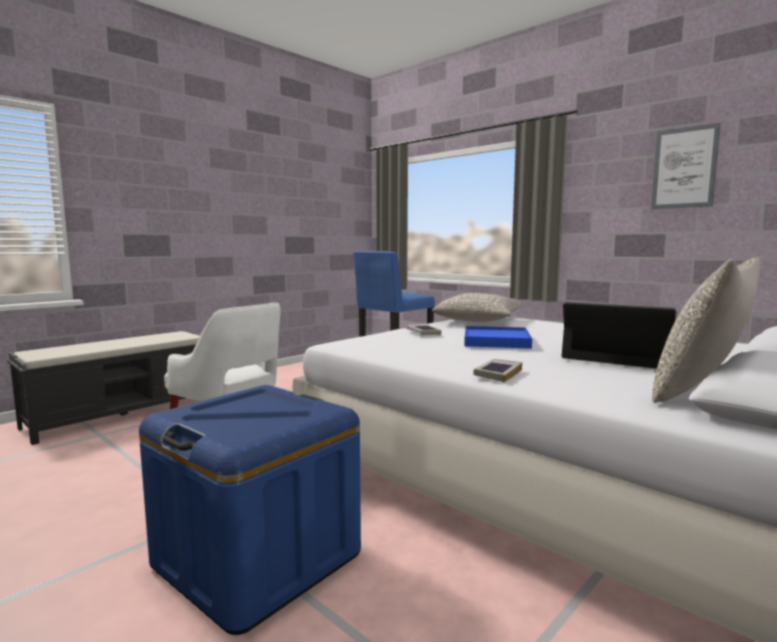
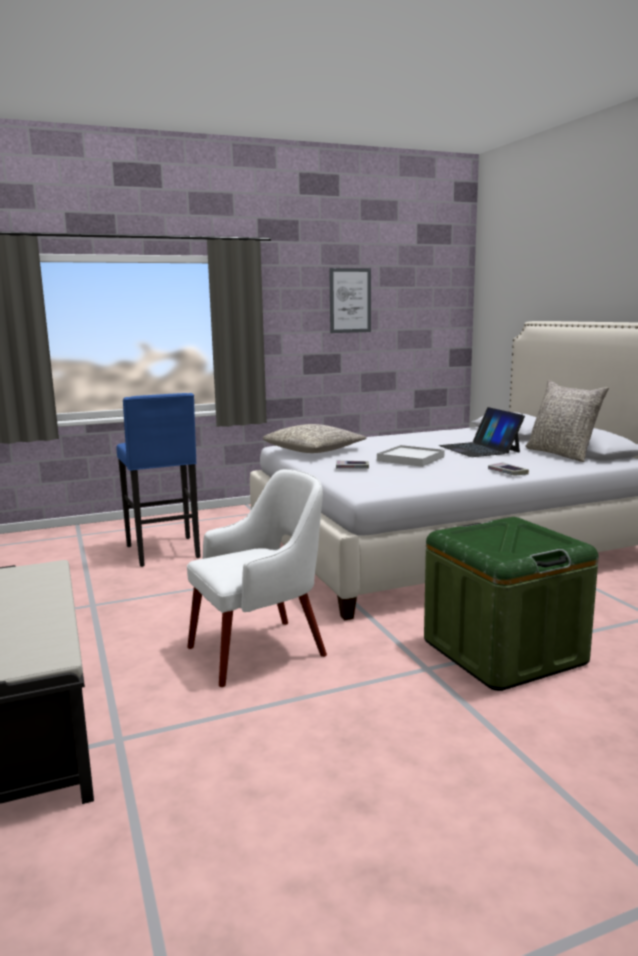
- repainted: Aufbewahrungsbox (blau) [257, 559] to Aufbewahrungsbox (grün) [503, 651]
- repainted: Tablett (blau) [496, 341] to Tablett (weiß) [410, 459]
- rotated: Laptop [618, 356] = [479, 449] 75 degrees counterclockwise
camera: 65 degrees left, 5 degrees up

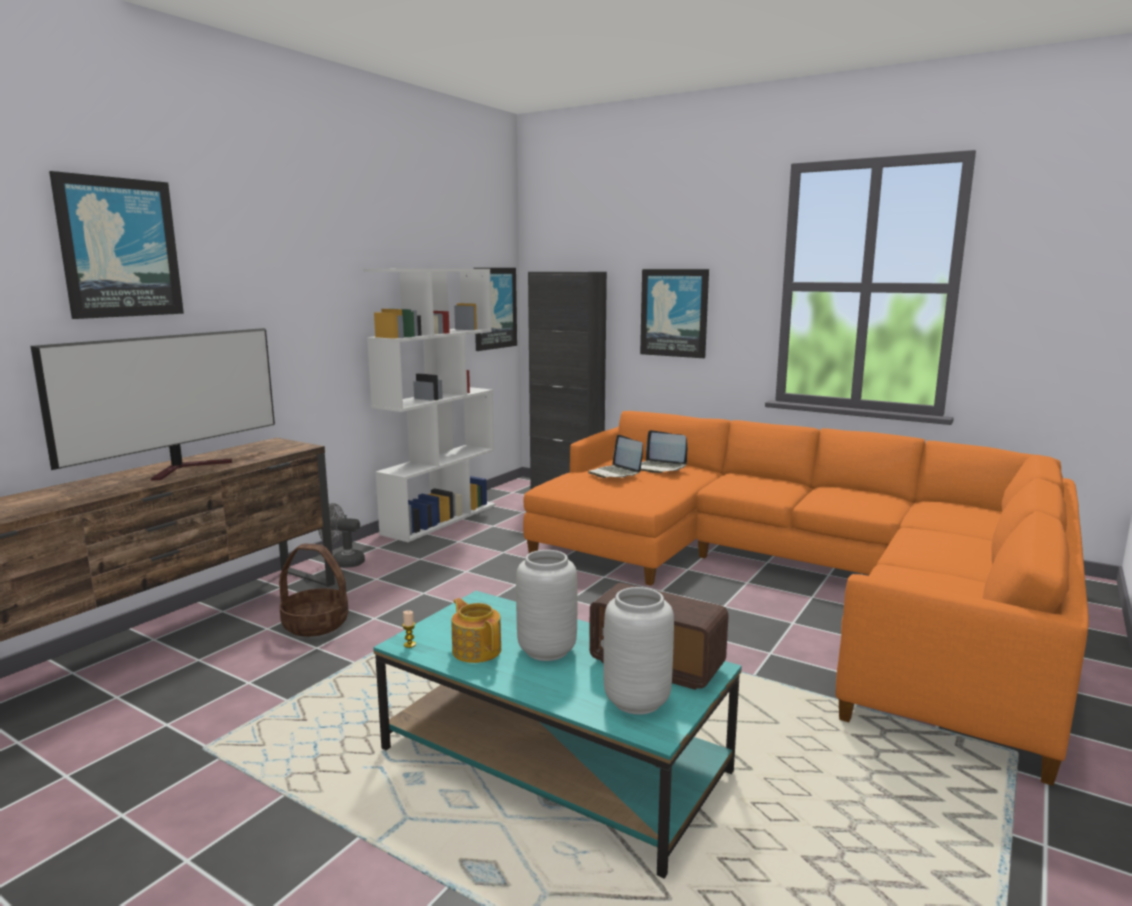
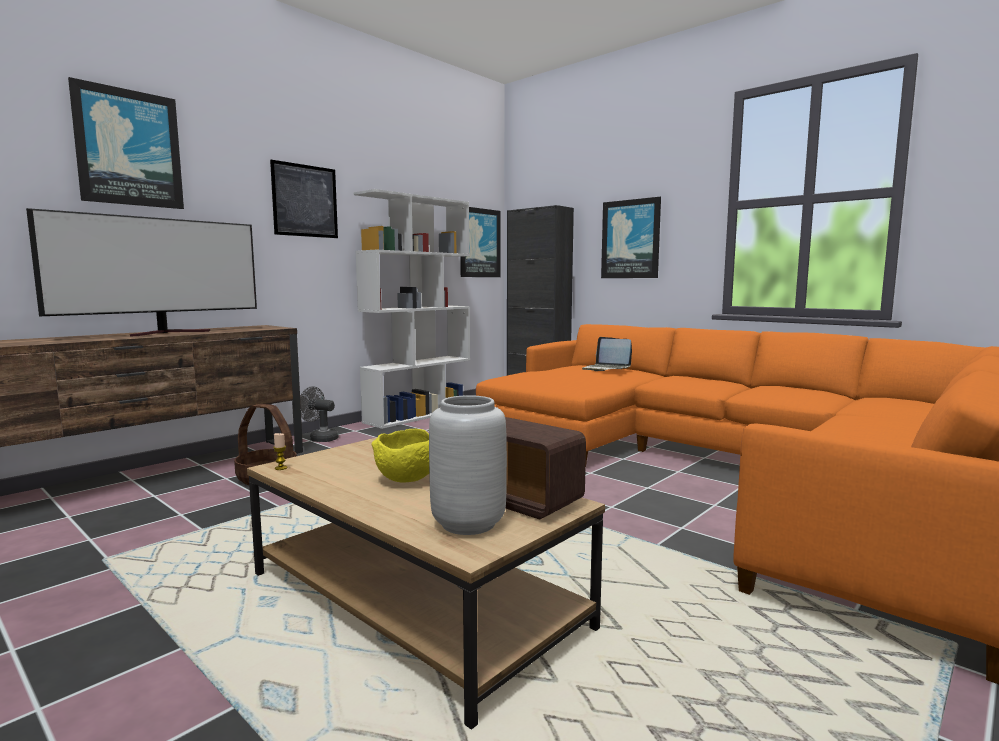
- gone: Teekanne [476, 650]
- gone: Laptop [615, 473]
- new: Bild [305, 201]
- swapped: Vase (grau) [547, 650] to Schüssel (gelb) [408, 479]
- repainted: Couchtisch (türkis) [554, 760] to Couchtisch (braun) [414, 600]
camera: 10 degrees right, 5 degrees down

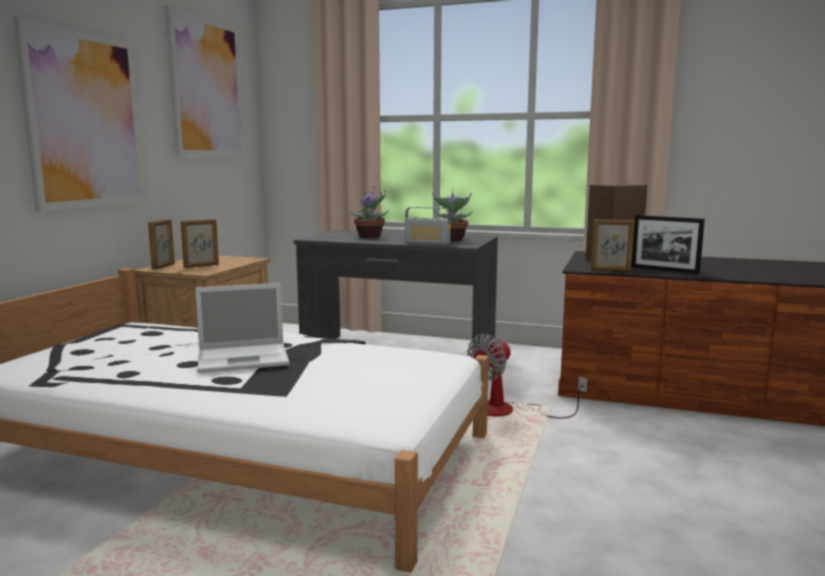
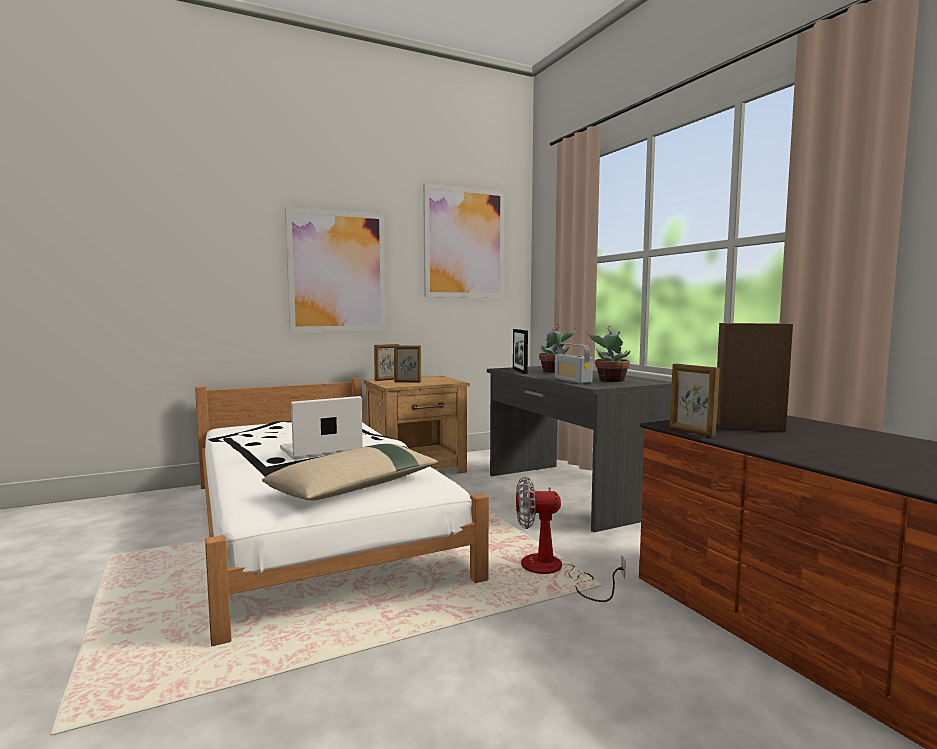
- new: Kissen (beige) [356, 487]
- shifted: Bilderrahmen [664, 270] to [519, 371]
- rotated: Laptop [245, 358] = [319, 450] 120 degrees clockwise
camera: 45 degrees right, 5 degrees down

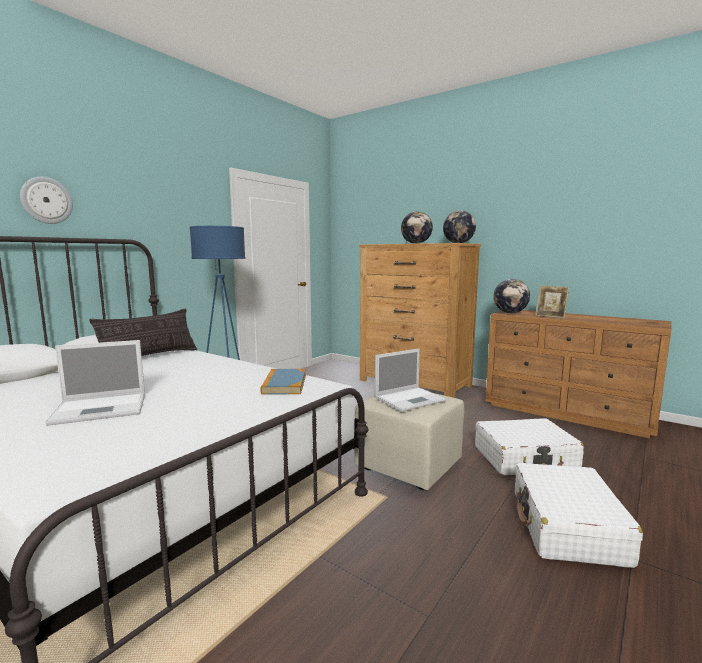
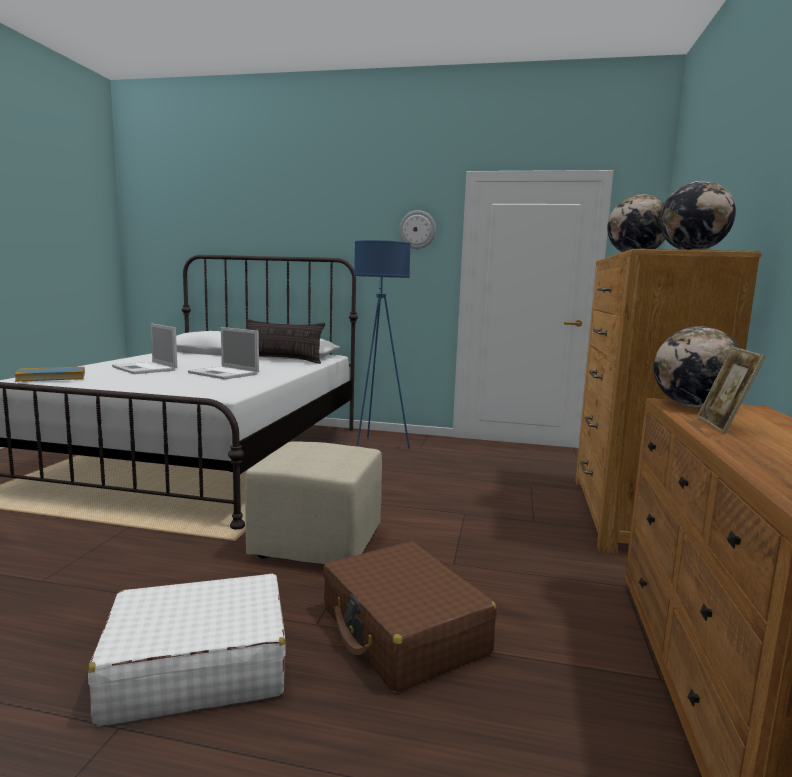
- shifted: Wanduhr [46, 200] to [417, 230]
- shifted: Buch [284, 384] to [51, 377]
- shifted: Laptop [411, 399] to [225, 373]
- repainted: Koffer (weiß) [525, 459] to Koffer (braun) [403, 631]
camera: 65 degrees right, 0 degrees up

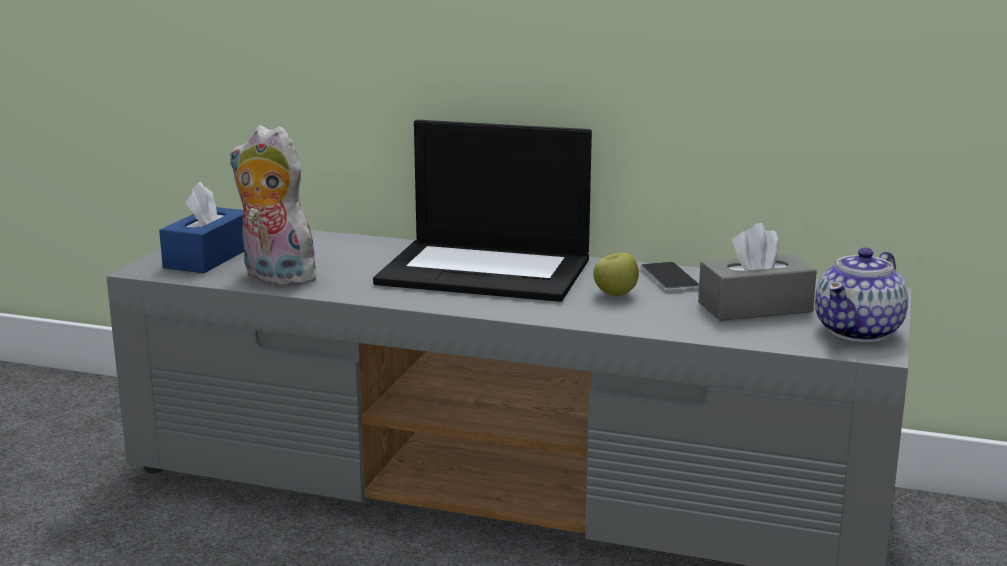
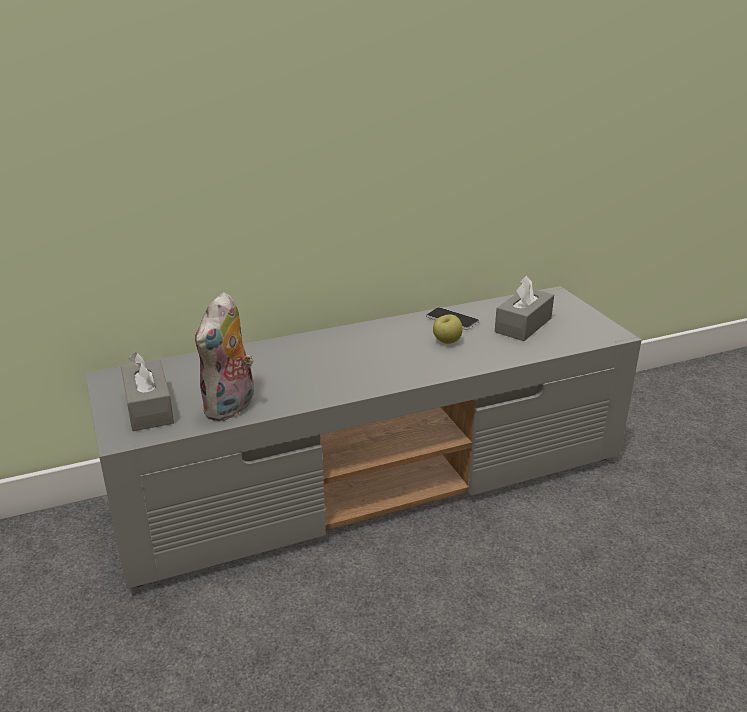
- gone: Laptop [488, 271]
- gone: Teekanne [859, 331]
- repainted: Taschentuchbox (blau) [208, 257] to Taschentuchbox (grau) [149, 408]
- rotated: Plüschtier [274, 278] = [231, 408] 60 degrees counterclockwise
camera: 40 degrees left, 10 degrees up

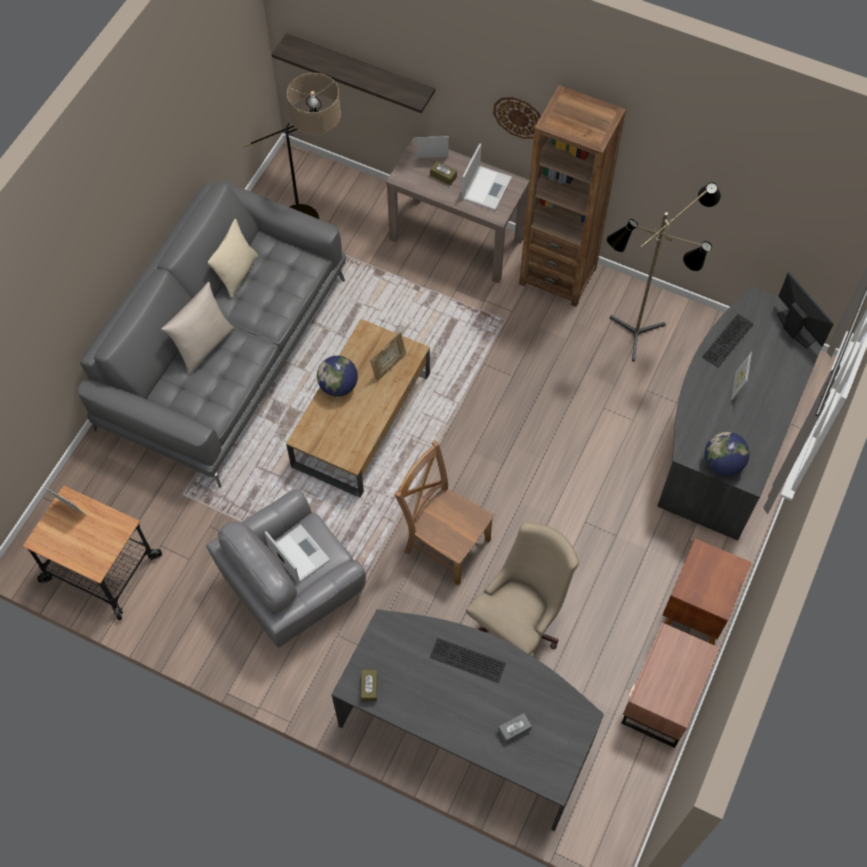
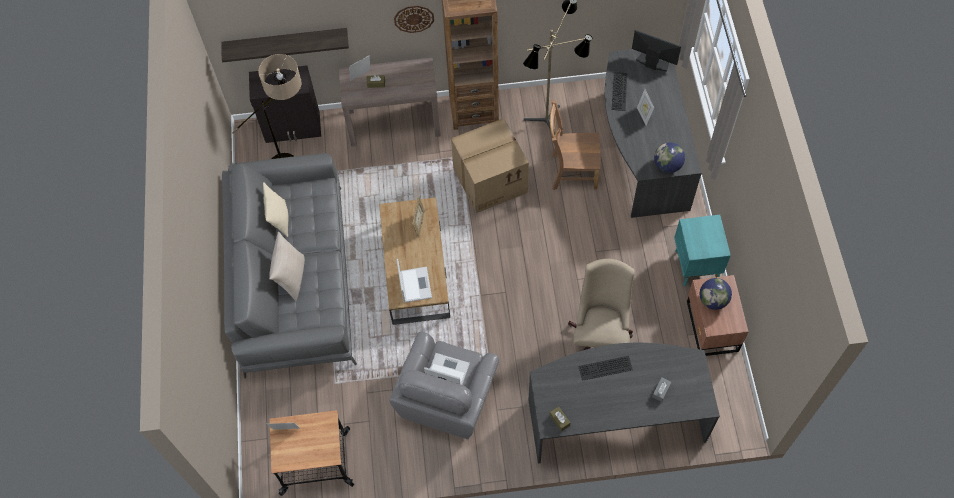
- new: Schrank (schwarz) [293, 128]
- new: Karton [490, 179]
- shifted: Globus [338, 386] to [713, 300]
- shifted: Stuhl (braun) [444, 543] to [571, 171]
- shifted: Laptop [486, 187] to [414, 284]
- repainted: Nachttisch (braun) [696, 612] to Nachttisch (türkis) [696, 266]
camera: 30 degrees left, 0 degrees up

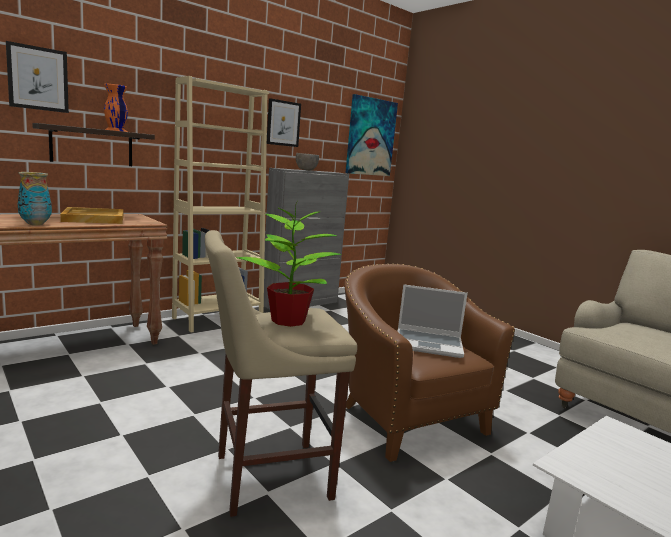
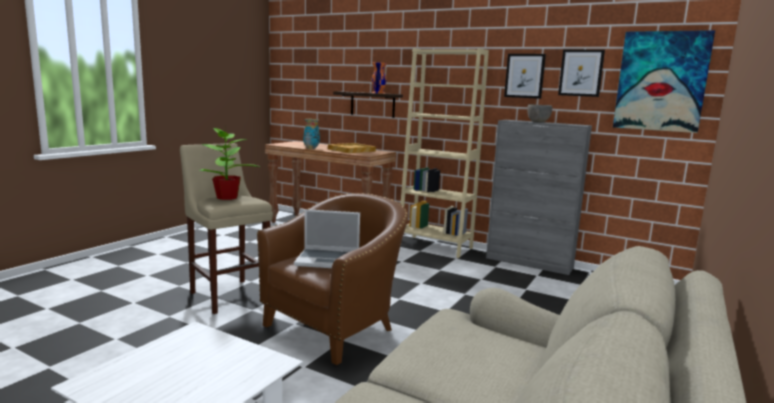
- shifted: Bild [38, 78] to [581, 73]
- rotated: Laptop [429, 344] = [328, 260] 75 degrees counterclockwise
camera: 70 degrees right, 0 degrees up

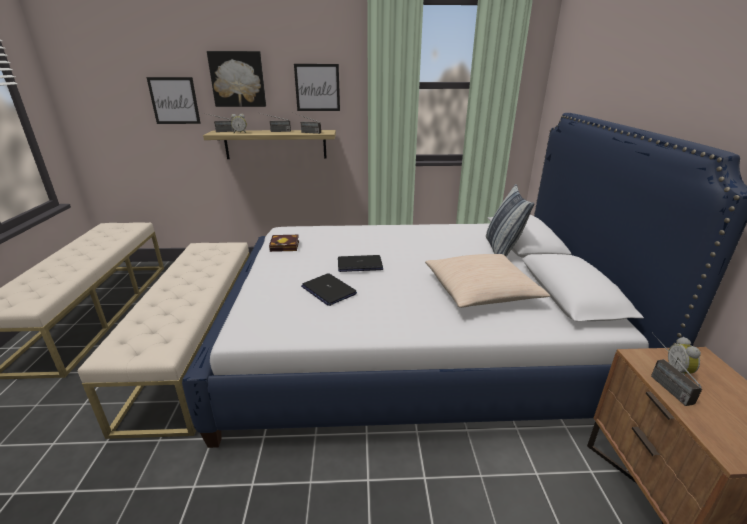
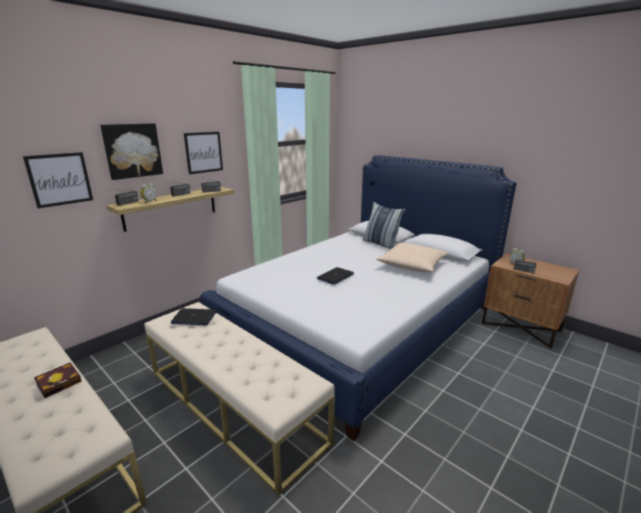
- shifted: Buch [286, 246] to [61, 382]
- shifted: Laptop [328, 290] to [193, 318]
camera: 45 degrees left, 5 degrees down

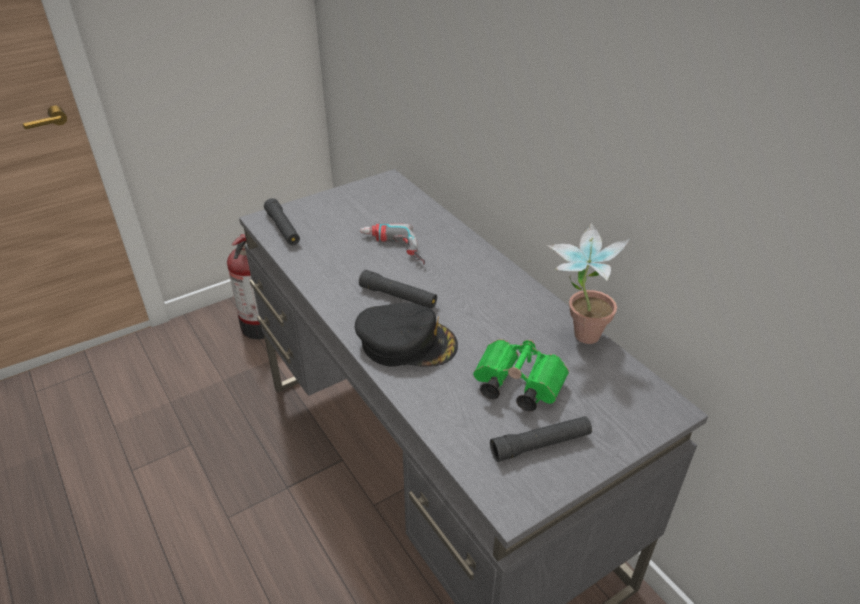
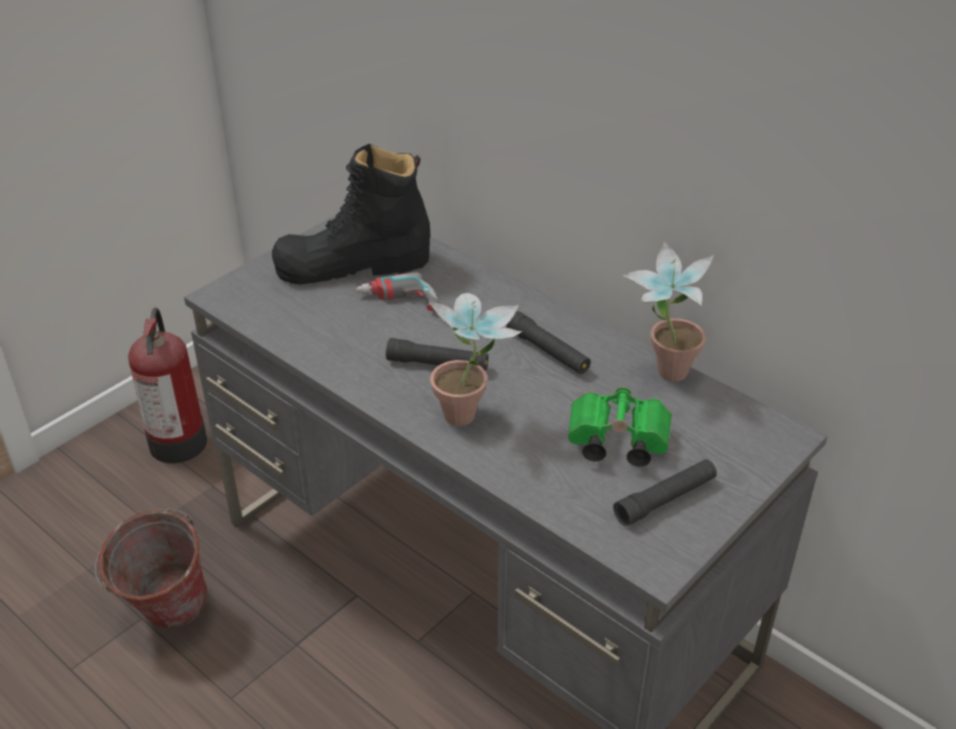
- new: Eimer [165, 616]
- new: Stiefel (schwarz) [353, 265]
- shifted: Taschenlampe (schwarz) [283, 228] to [548, 351]
- swapped: Kappe (schwarz) [406, 342] to Topfpflanze [471, 416]
camera: 15 degrees left, 0 degrees up

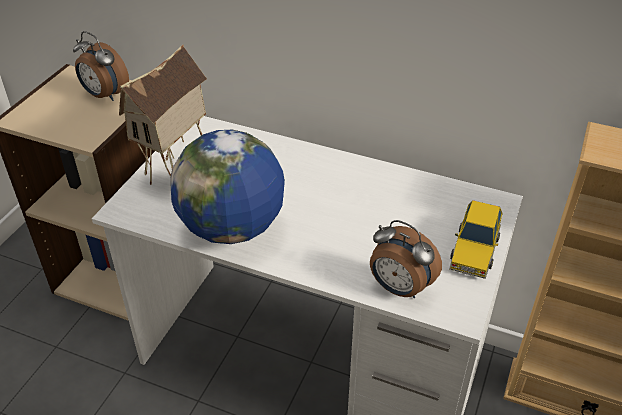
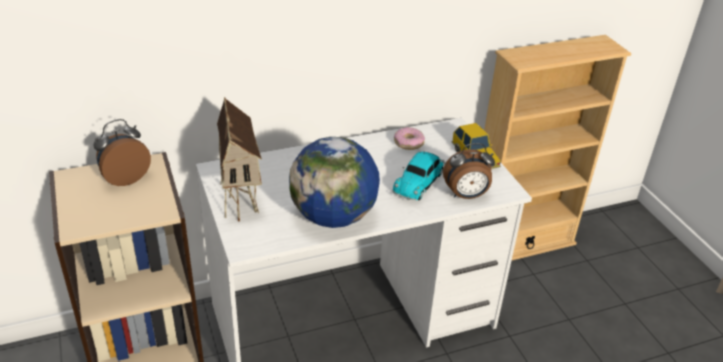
- new: Spielzeugauto [419, 181]
- new: Donut [408, 142]
- rotated: Wecker [104, 95] = [125, 178] 150 degrees clockwise
camera: 45 degrees left, 5 degrees down

